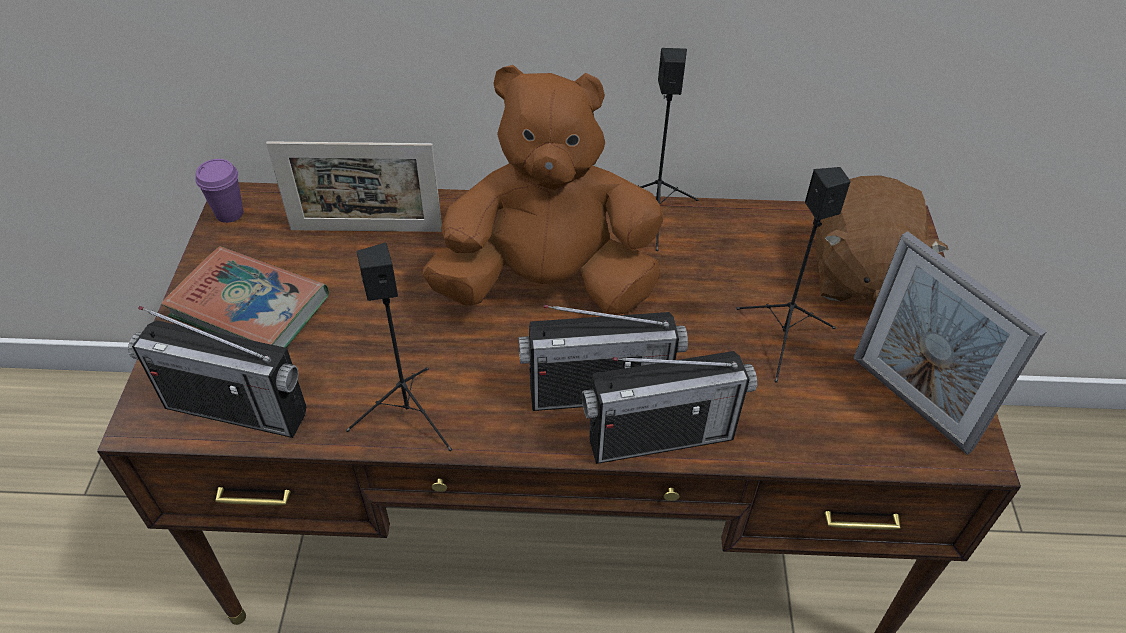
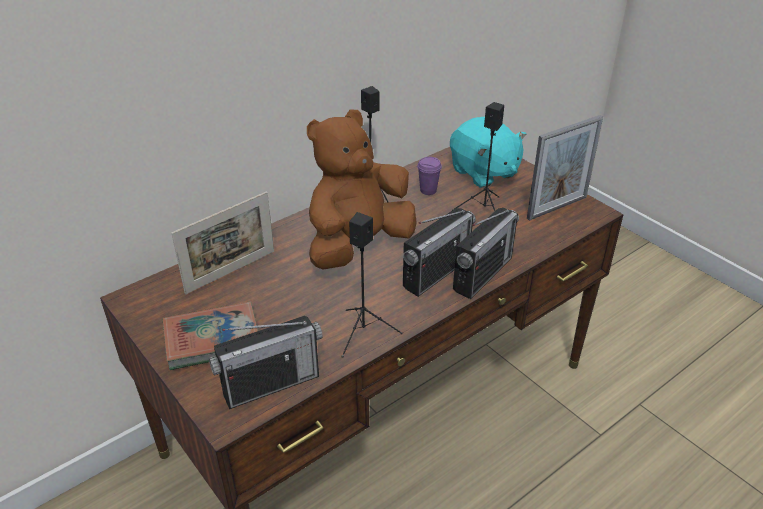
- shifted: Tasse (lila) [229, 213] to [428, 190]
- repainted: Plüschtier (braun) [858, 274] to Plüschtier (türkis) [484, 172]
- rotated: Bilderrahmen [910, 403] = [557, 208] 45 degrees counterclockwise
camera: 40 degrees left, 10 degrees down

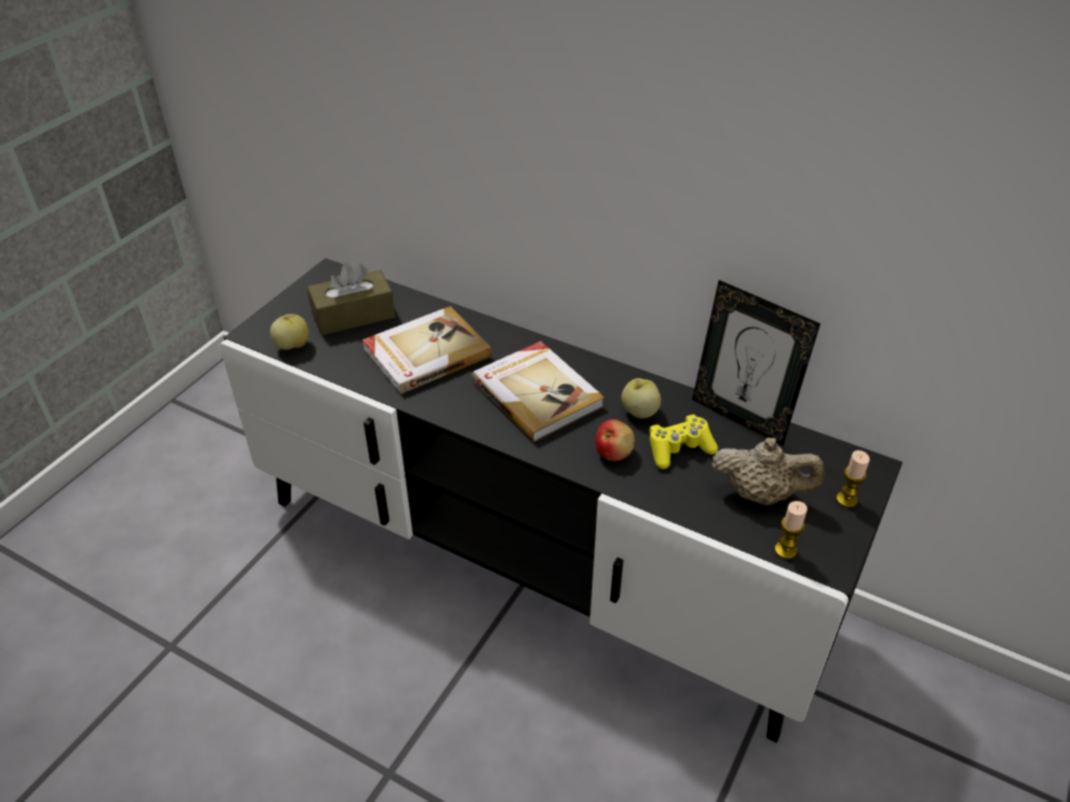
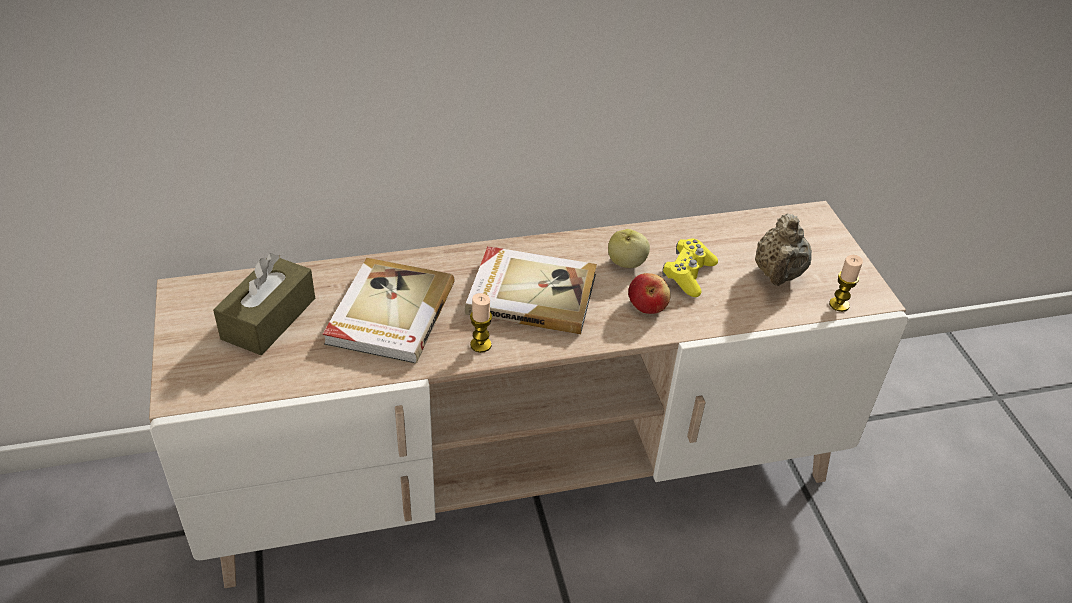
- gone: Apfel [292, 345]
- gone: Bilderrahmen [740, 417]
- shifted: Kerze [846, 499] to [480, 345]
- repainted: Fernsehschrank (schwarz) [535, 560] to Fernsehschrank (beige) [526, 471]
- rotated: Teekanne (beige) [761, 494] = [778, 275] 135 degrees clockwise
camera: 45 degrees left, 0 degrees up

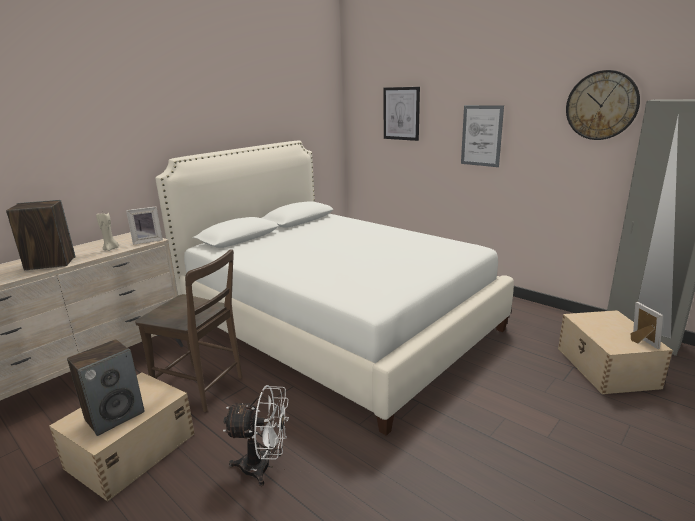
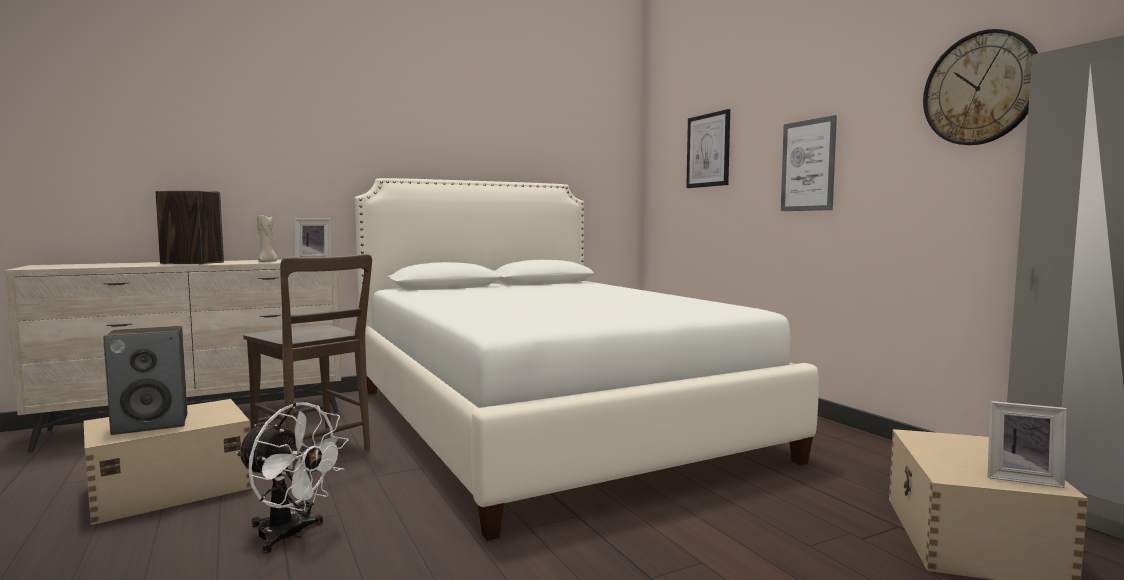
- rotated: Bilderrahmen [641, 342] = [1021, 478] 105 degrees clockwise
camera: 20 degrees right, 15 degrees down

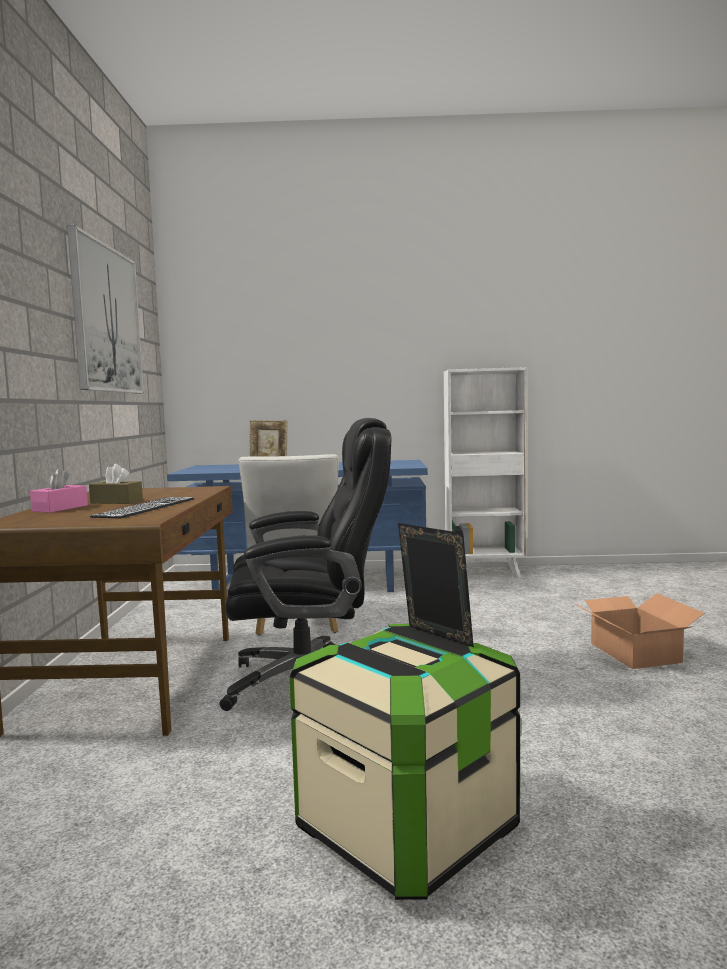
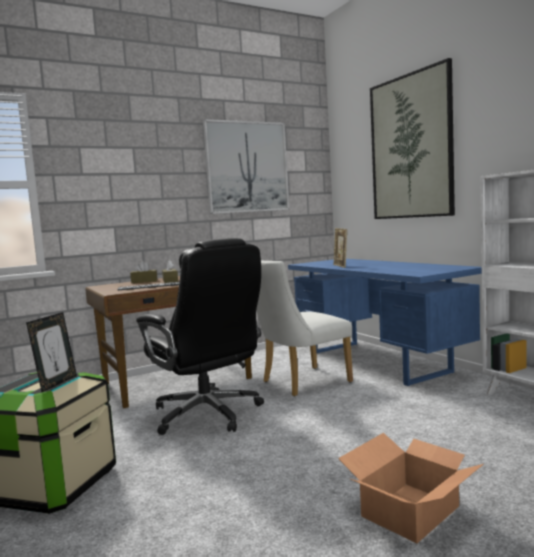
- new: Bild [410, 147]
- repainted: Taschentuchbox (rosa) [60, 508] to Taschentuchbox (braun) [144, 281]
camera: 60 degrees right, 0 degrees up

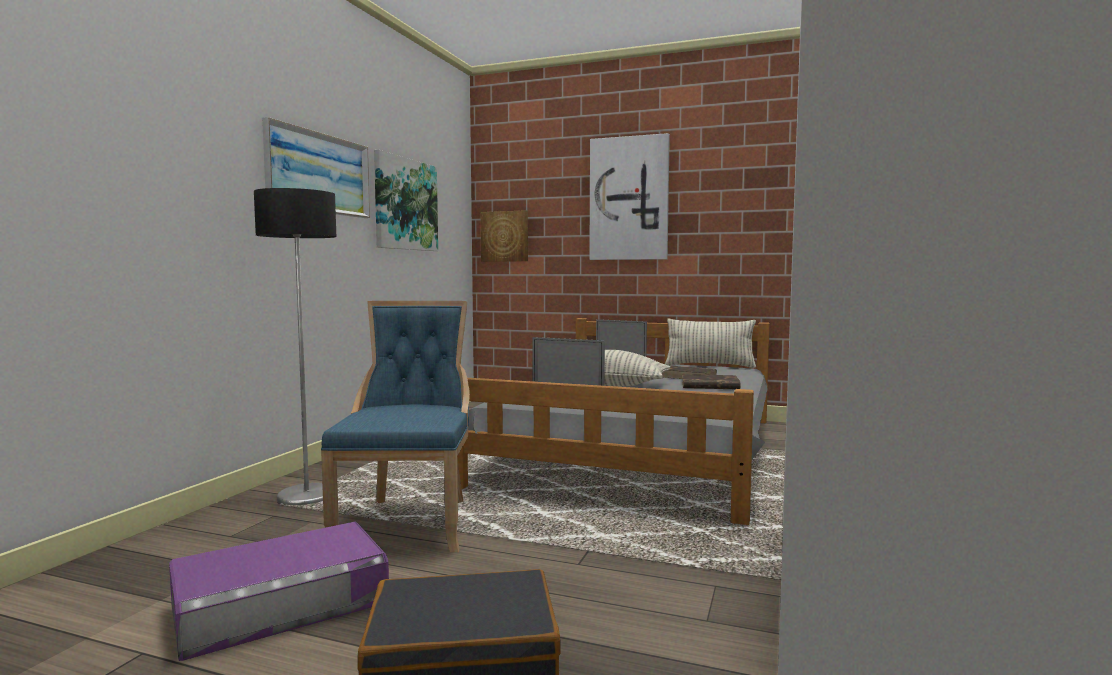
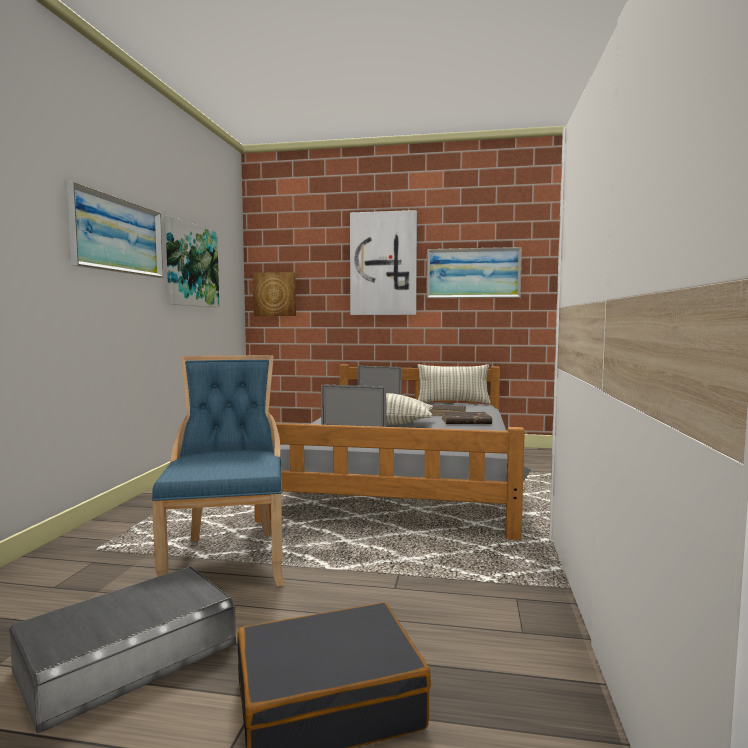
- gone: Stehlampe [306, 496]
- new: Bild [473, 273]
- repainted: Aufbewahrungsbox (lila) [281, 604] to Aufbewahrungsbox (grau) [128, 657]
camera: 10 degrees left, 0 degrees up

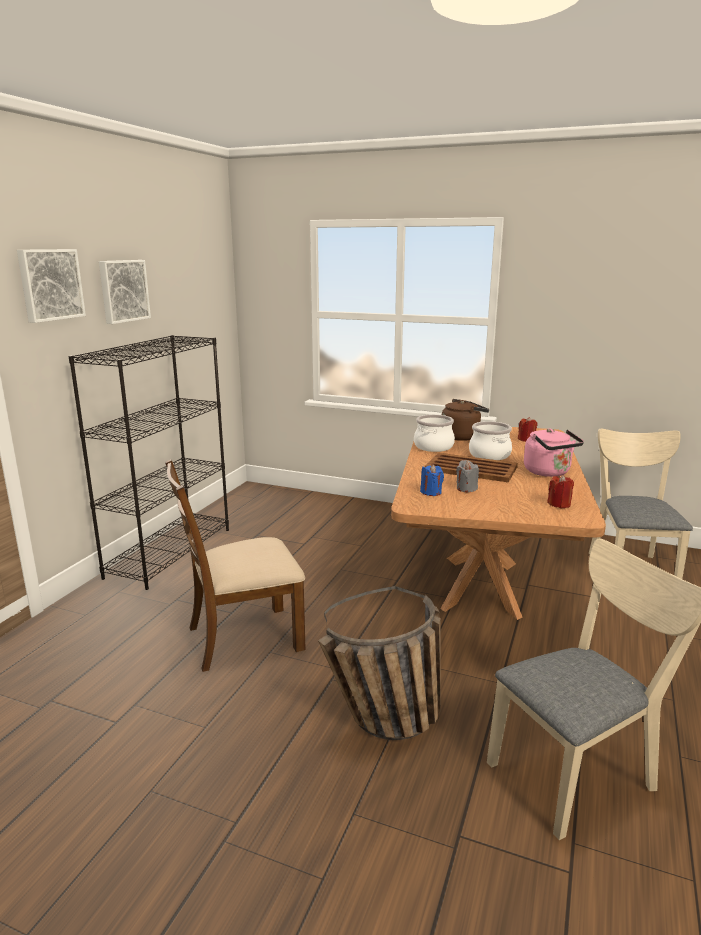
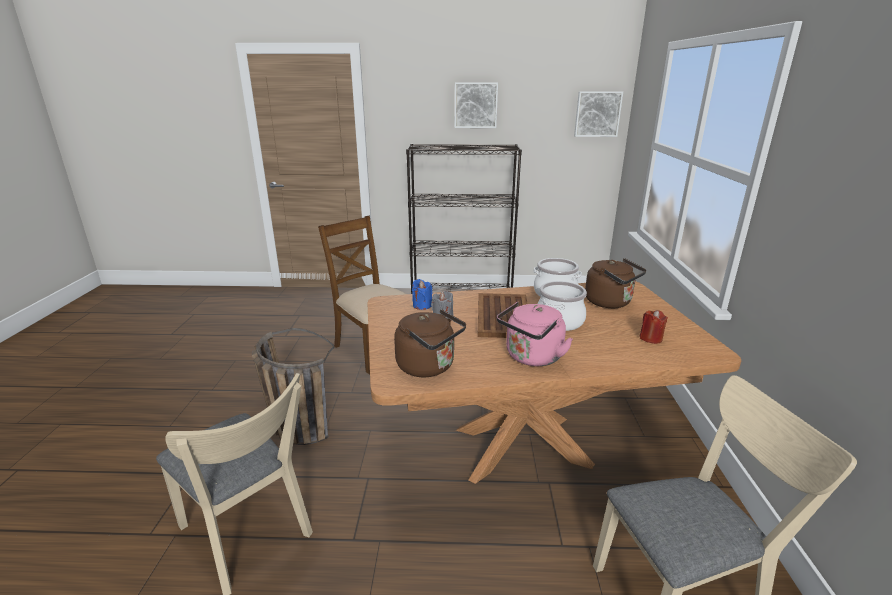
- shifted: Bild [50, 284] to [597, 114]
- swapped: Kerze (rot) [559, 504] to Wasserkessel (braun) [429, 367]
camera: 70 degrees right, 5 degrees up

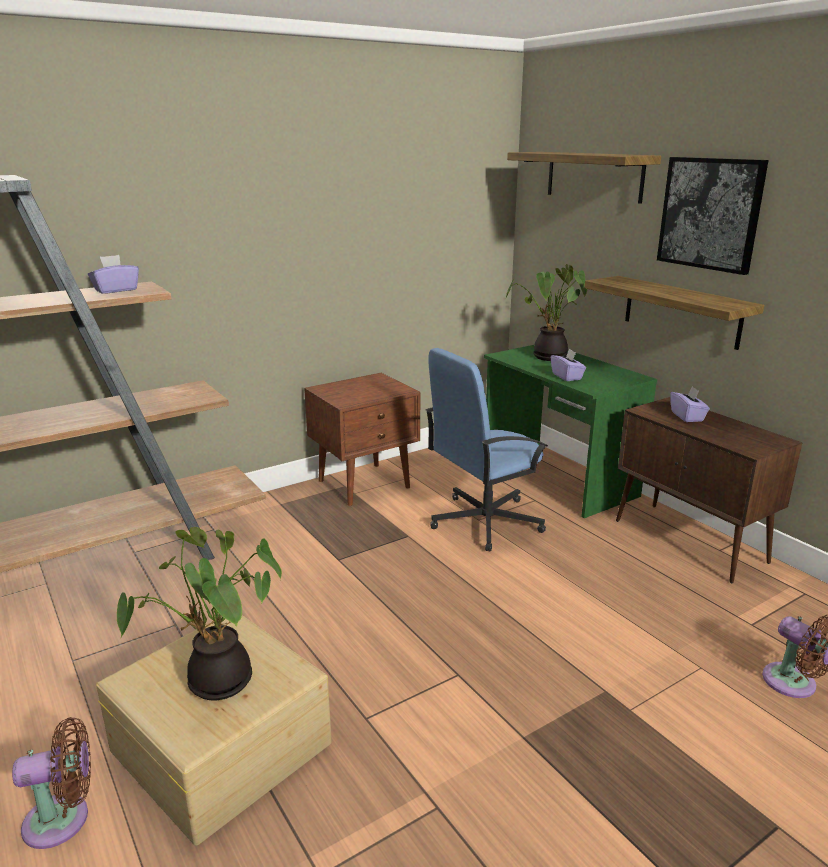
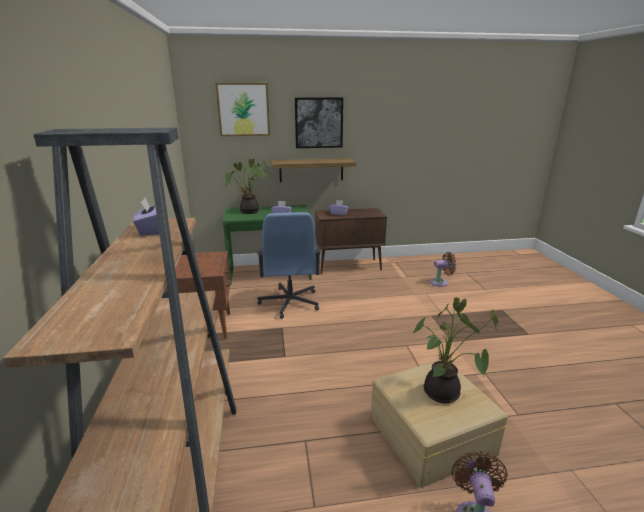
- swapped: Wandregal [594, 176] to Bild [243, 109]
camera: 65 degrees left, 0 degrees up

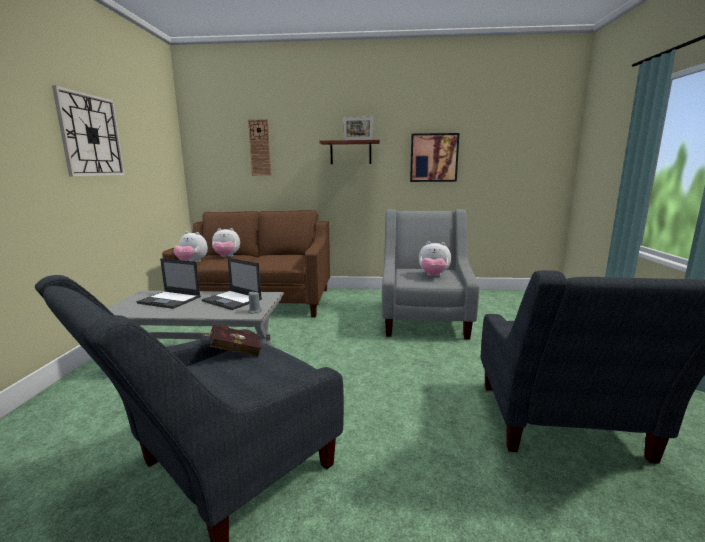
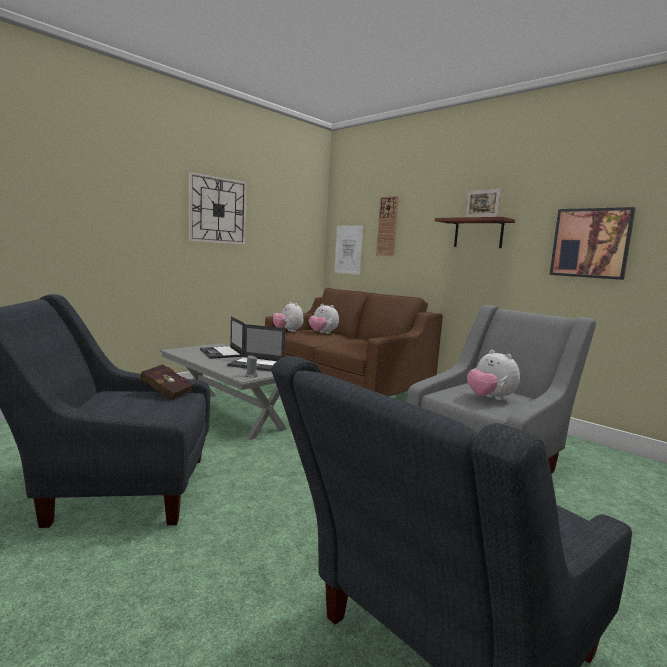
- new: Bild [348, 249]
- rotated: Laptop [232, 300] = [257, 364] 60 degrees counterclockwise
camera: 40 degrees right, 5 degrees down

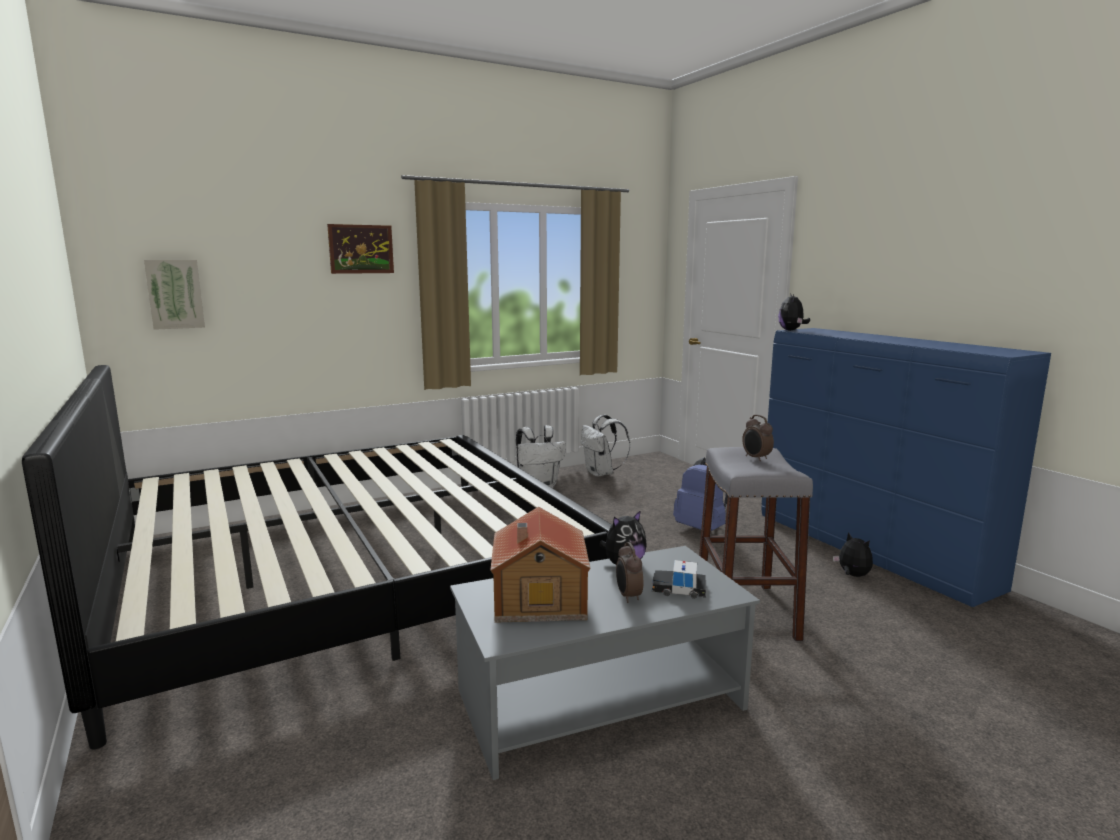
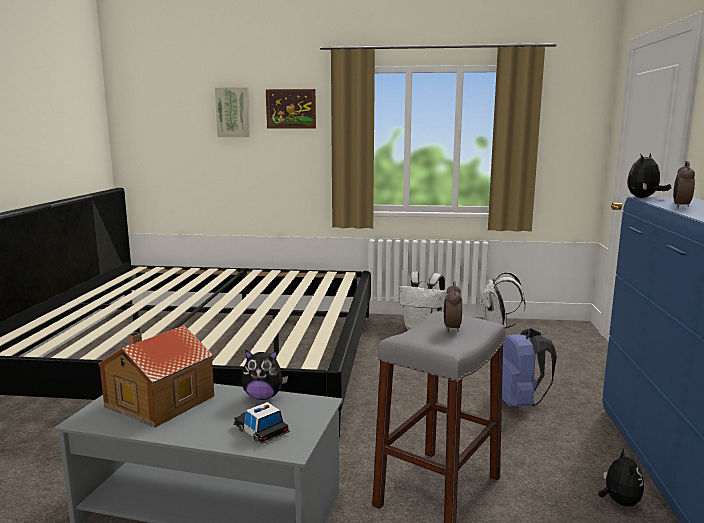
- shifted: Bild [175, 294] to [233, 112]
- shifted: Wecker [628, 596] to [680, 206]
camera: 35 degrees right, 0 degrees up

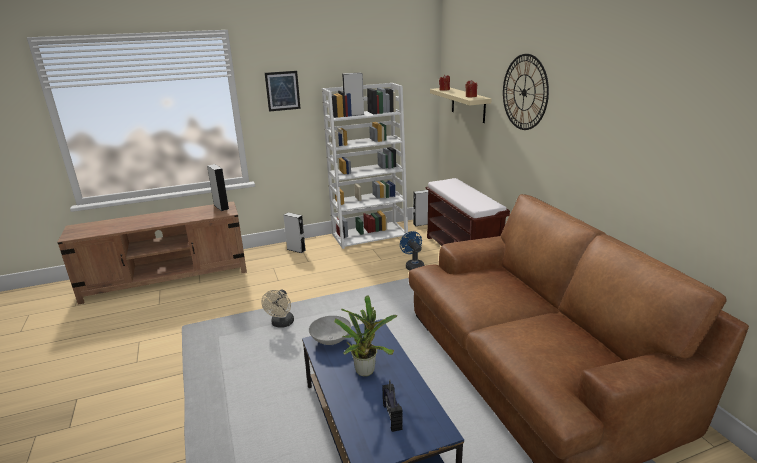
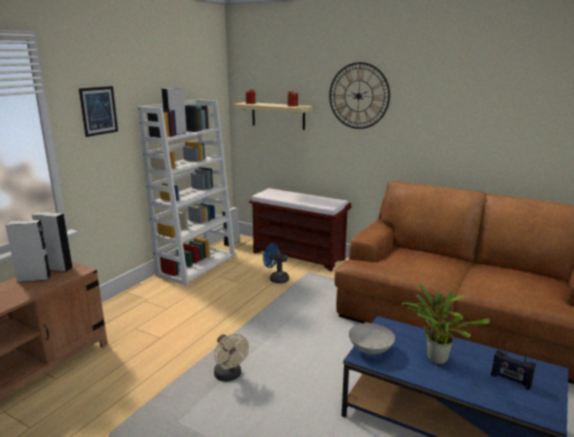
- shifted: Lautsprecher (grau) [296, 250] to [34, 278]
camera: 40 degrees left, 5 degrees down

